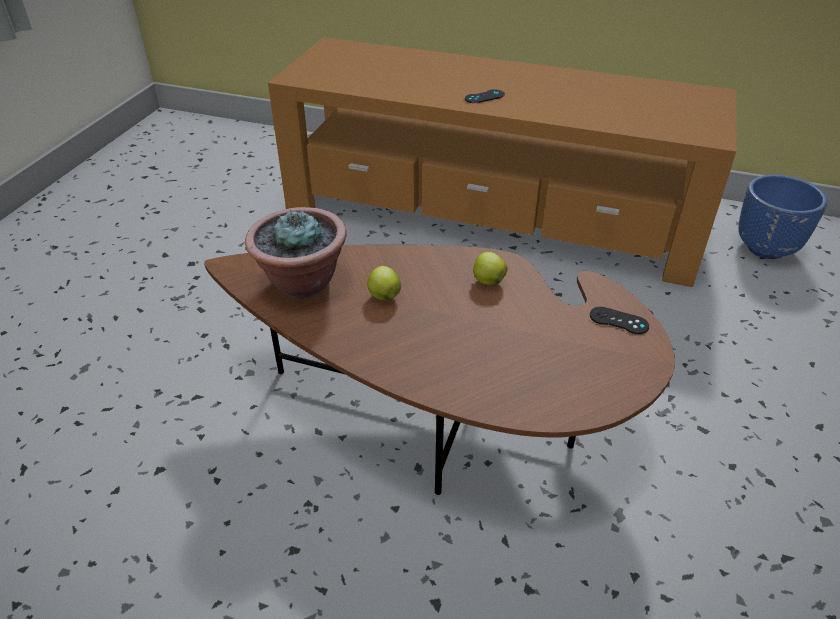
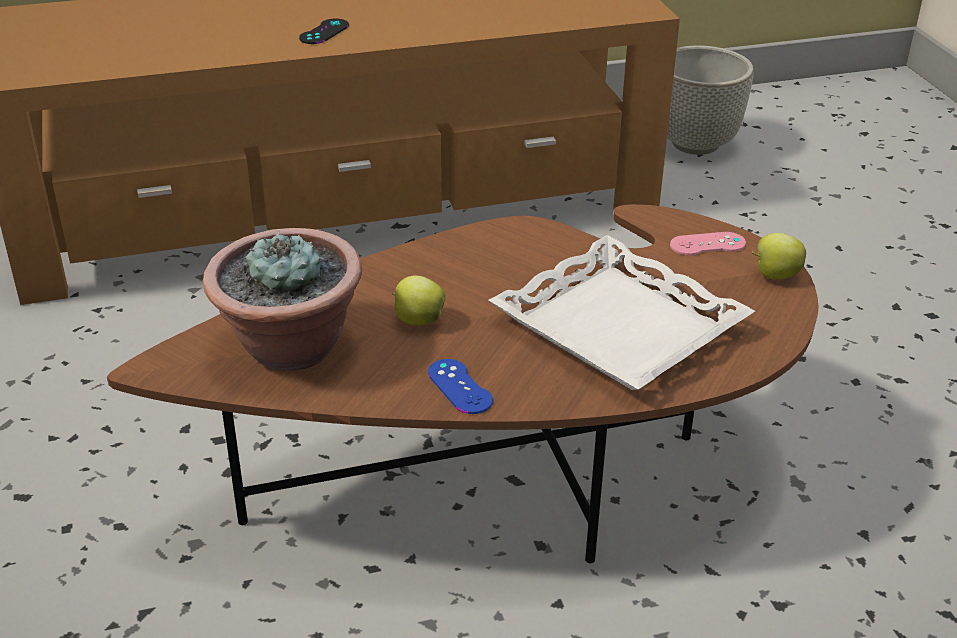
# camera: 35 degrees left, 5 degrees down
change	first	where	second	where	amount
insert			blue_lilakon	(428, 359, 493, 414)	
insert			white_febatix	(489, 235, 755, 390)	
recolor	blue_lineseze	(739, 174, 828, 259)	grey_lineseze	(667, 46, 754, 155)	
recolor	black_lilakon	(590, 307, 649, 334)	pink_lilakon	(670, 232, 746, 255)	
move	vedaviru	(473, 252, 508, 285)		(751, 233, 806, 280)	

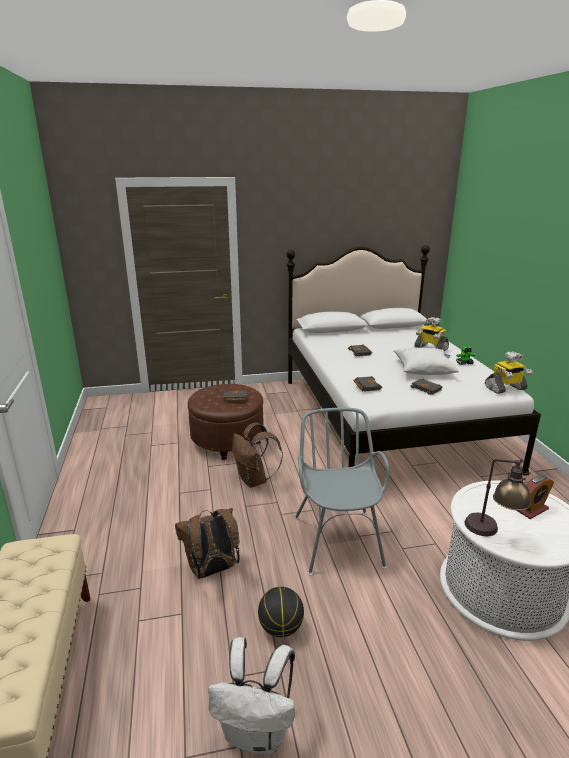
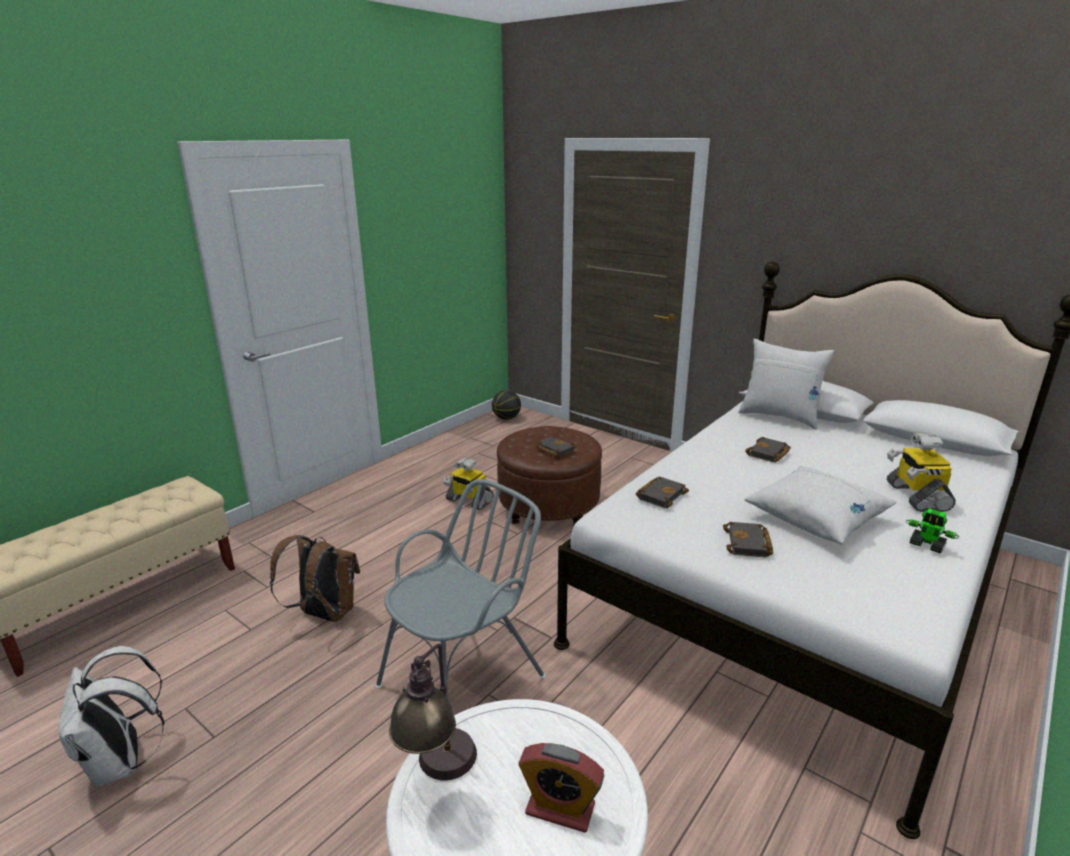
# camera: 50 degrees right, 0 degrees up
change	first	where	second	where	amount
move	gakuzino	(485, 351, 532, 394)		(443, 458, 494, 510)	
move	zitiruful	(258, 587, 304, 637)		(492, 390, 521, 420)	
insert			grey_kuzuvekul	(738, 339, 834, 429)	
delete	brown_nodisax	(232, 423, 283, 488)			

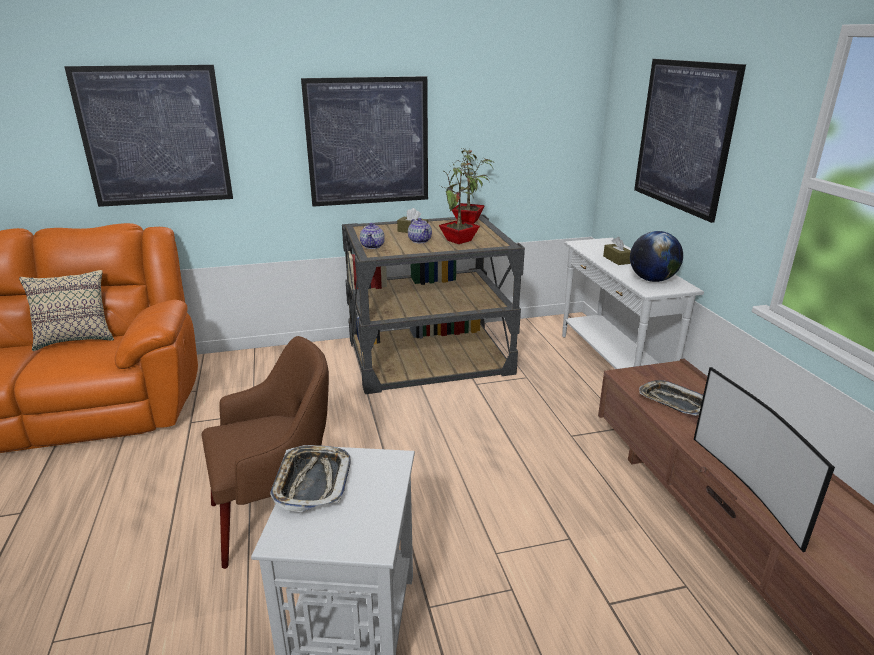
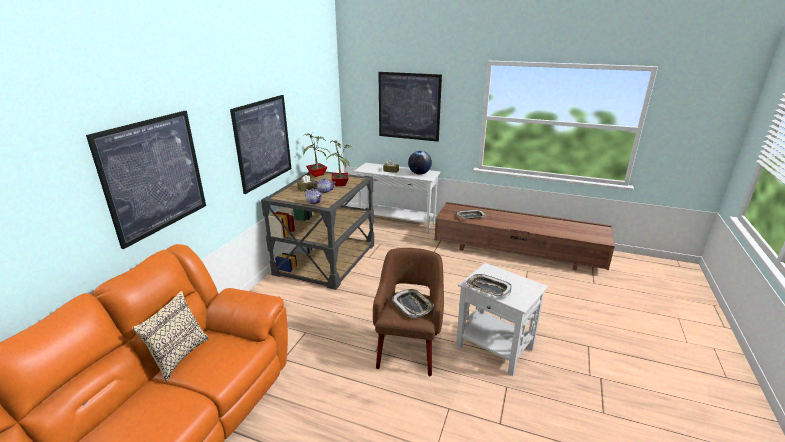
# camera: 55 degrees left, 0 degrees up
change	first	where	second	where	amount
insert			febatix	(392, 289, 434, 318)	
delete	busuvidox	(694, 367, 835, 552)			

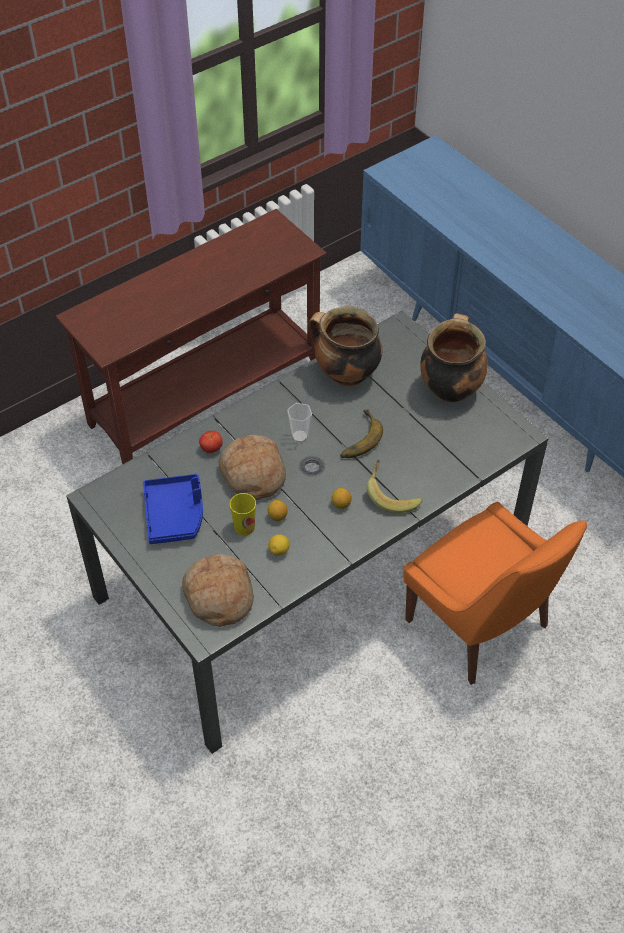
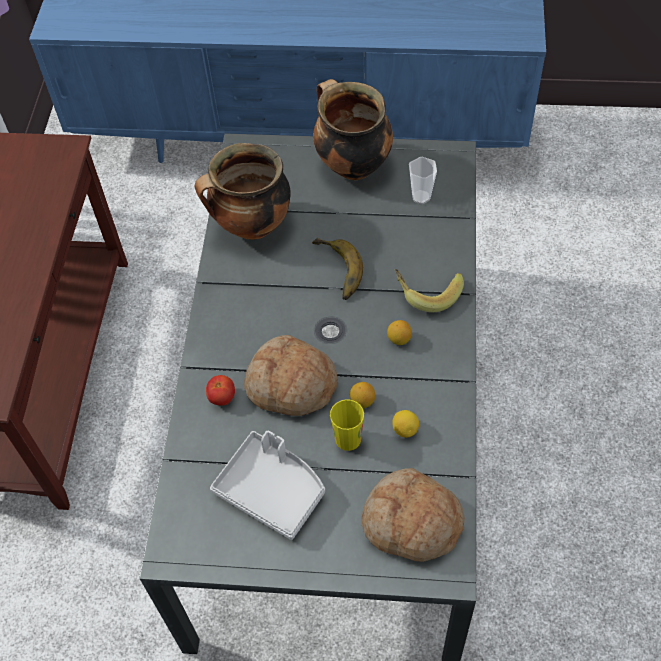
# camera: 45 degrees left, 5 degrees up
change	first	where	second	where	amount
recolor	blue_febatix	(143, 474, 203, 544)	grey_febatix	(210, 431, 325, 540)	
move	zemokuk	(287, 403, 312, 443)		(409, 157, 437, 204)	
delete	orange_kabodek	(403, 502, 587, 685)			

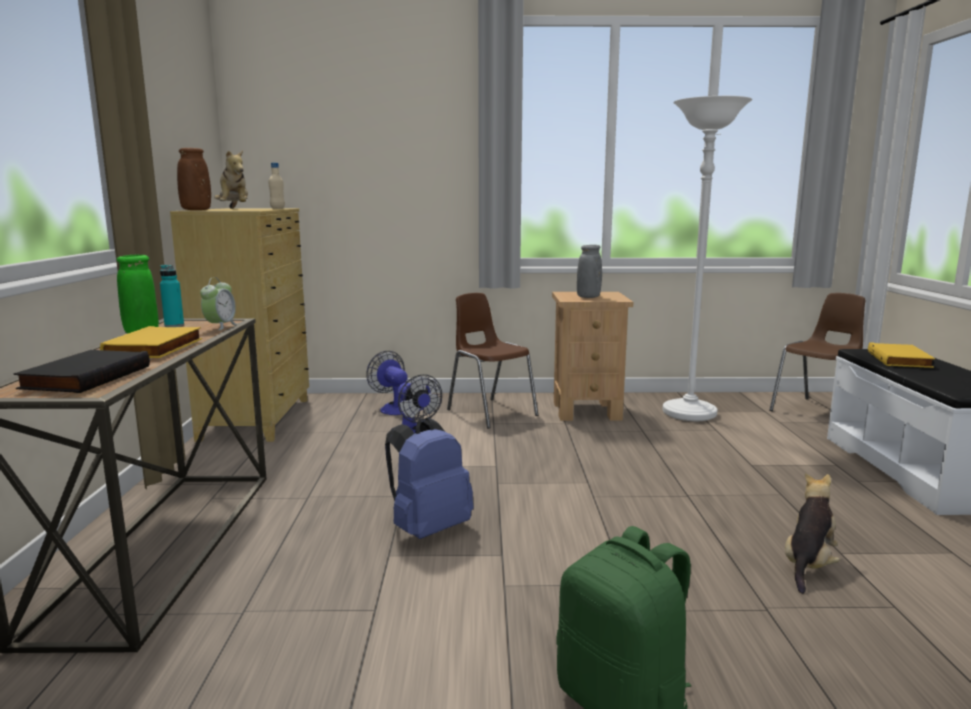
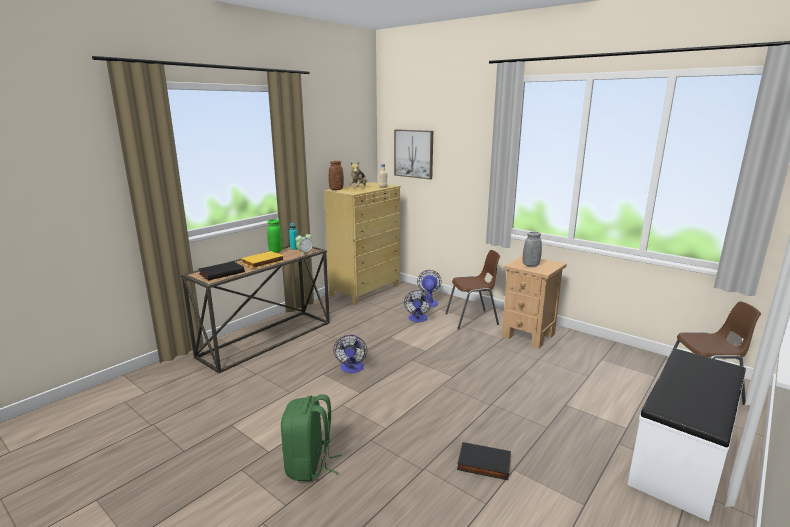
# camera: 40 degrees right, 5 degrees up
change	first	where	second	where	amount
replace	blue_nodisax	(385, 417, 473, 539)	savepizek	(333, 334, 367, 373)	
insert			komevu	(394, 129, 433, 179)	
rotate	brown_kabodek	(447, 293, 538, 429)		(445, 250, 500, 330)	75 degrees clockwise
replace	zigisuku	(785, 473, 840, 594)	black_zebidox	(457, 442, 511, 480)	
delete	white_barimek	(662, 96, 752, 421)			
delete	yellow_zebidox	(868, 342, 935, 368)			

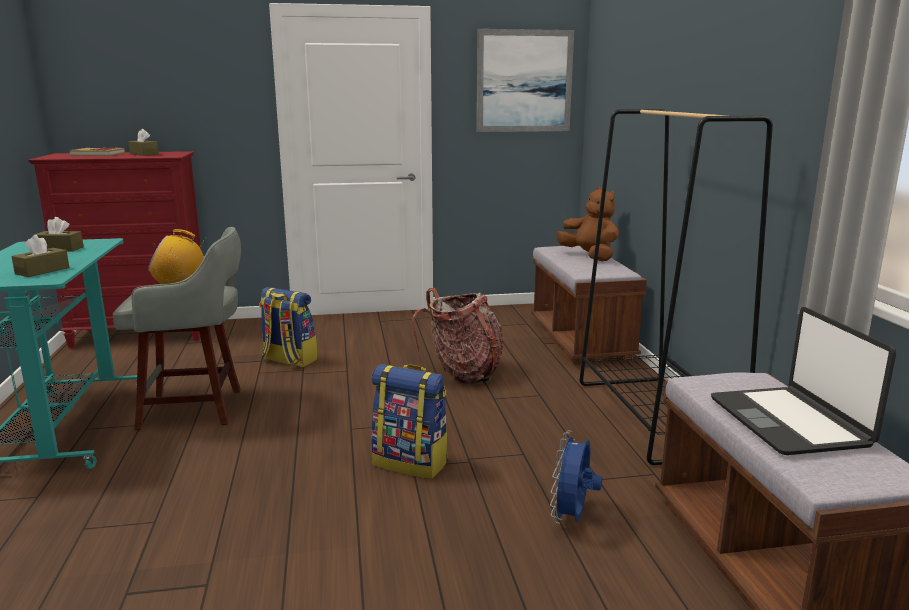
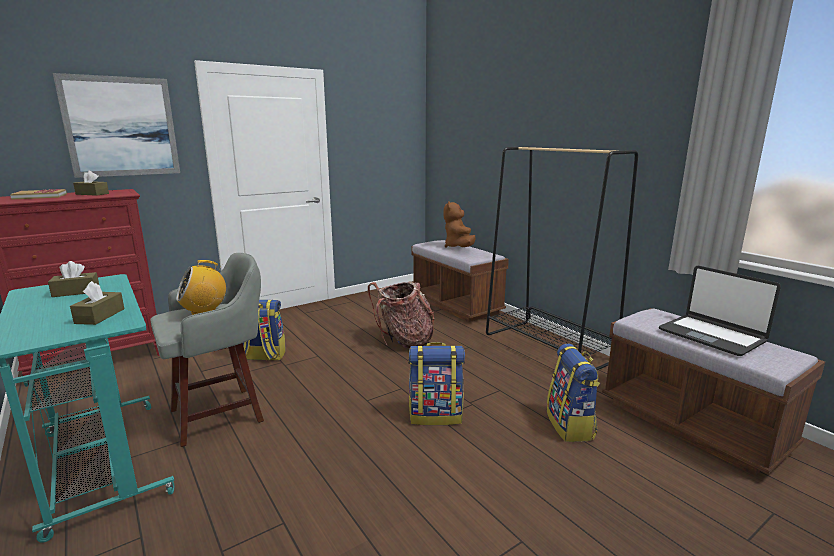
# camera: 25 degrees left, 0 degrees up
change	first	where	second	where	amount
move	komevu	(477, 29, 574, 132)		(53, 73, 180, 178)	
rotate	brown_zigisuku	(556, 187, 619, 261)		(444, 201, 476, 248)	120 degrees counterclockwise
replace	blue_savepizek	(550, 431, 602, 524)	nodisax	(547, 344, 600, 442)	

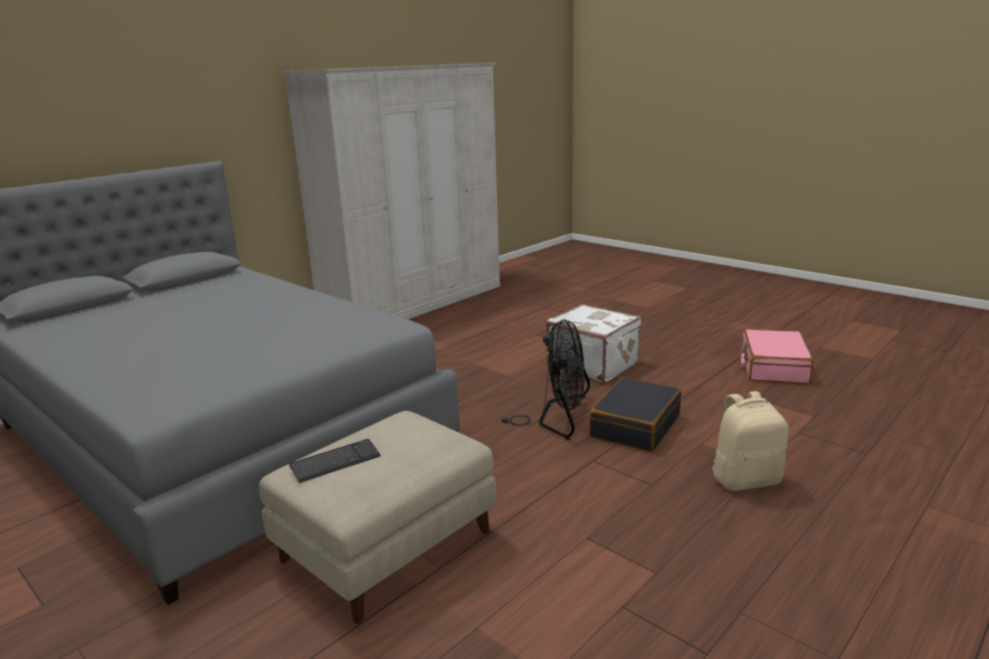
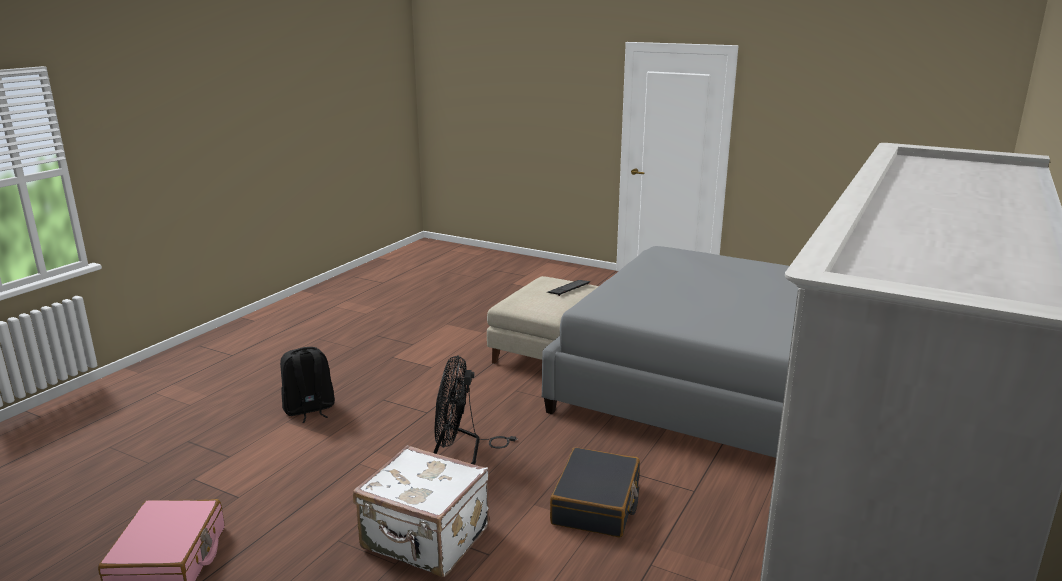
# camera: 165 degrees right, 0 degrees up
change	first	where	second	where	amount
recolor	beige_nodisax	(712, 391, 788, 491)	black_nodisax	(280, 347, 335, 423)	
move	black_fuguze	(589, 377, 681, 452)		(550, 447, 640, 538)	

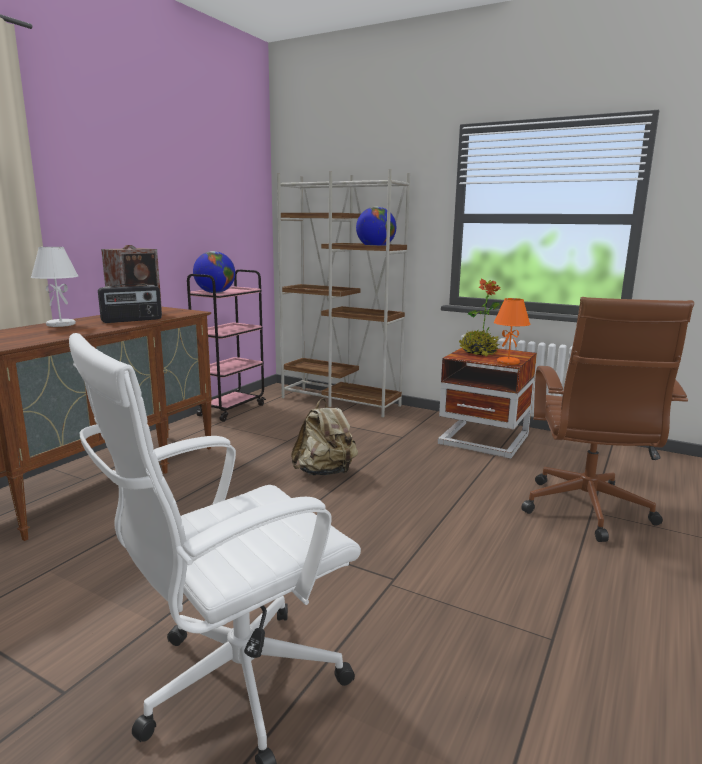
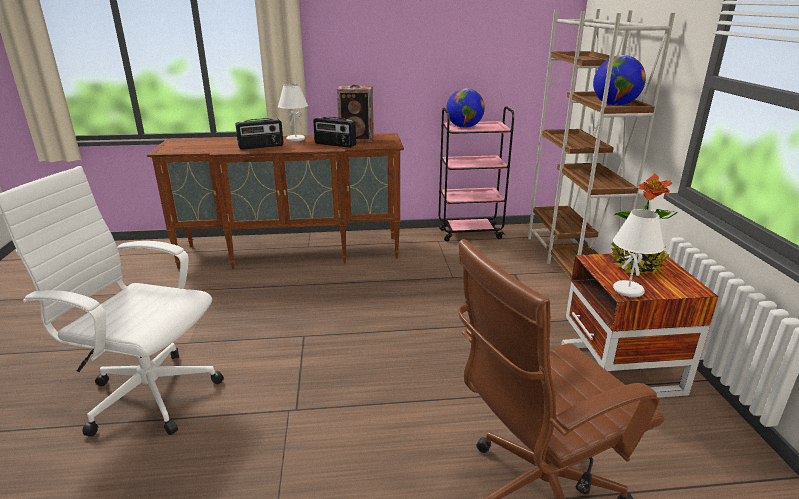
# camera: 55 degrees right, 10 degrees up
change	first	where	second	where	amount
insert			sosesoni	(236, 118, 284, 150)	
recolor	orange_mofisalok	(494, 298, 530, 365)	white_mofisalok	(613, 209, 665, 297)	
delete	beige_nodisax	(291, 398, 358, 476)			

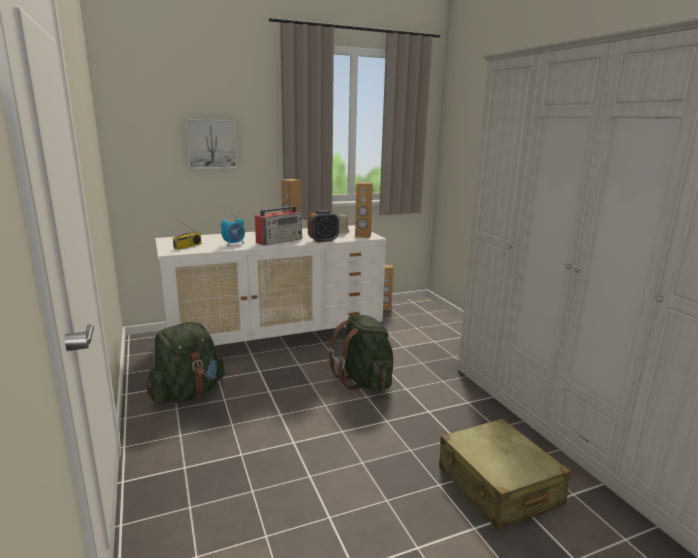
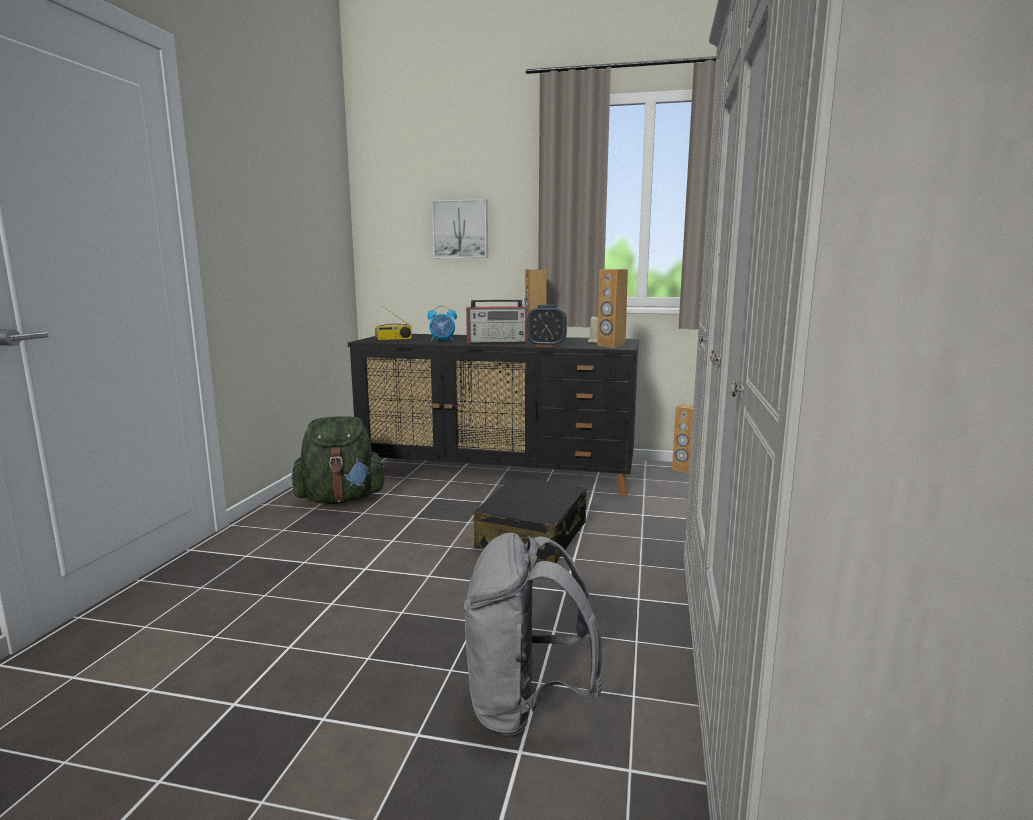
# camera: 35 degrees right, 5 degrees down
change	first	where	second	where	amount
recolor	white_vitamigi	(155, 225, 387, 346)	black_vitamigi	(348, 334, 639, 497)	
replace	beige_fuguze	(439, 419, 571, 530)	grey_nodisax	(464, 533, 602, 738)	
replace	green_nodisax	(329, 315, 393, 391)	black_fuguze	(474, 477, 587, 563)	

